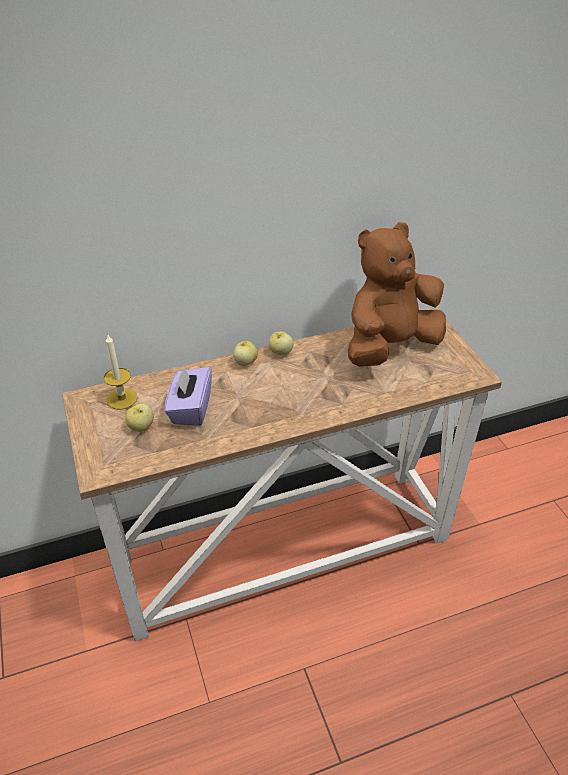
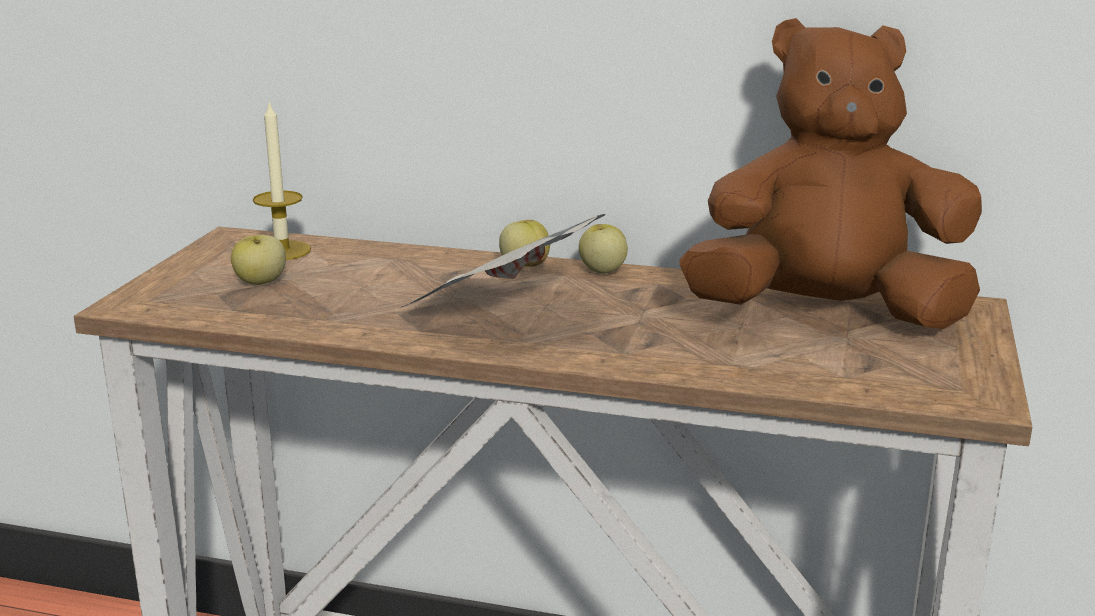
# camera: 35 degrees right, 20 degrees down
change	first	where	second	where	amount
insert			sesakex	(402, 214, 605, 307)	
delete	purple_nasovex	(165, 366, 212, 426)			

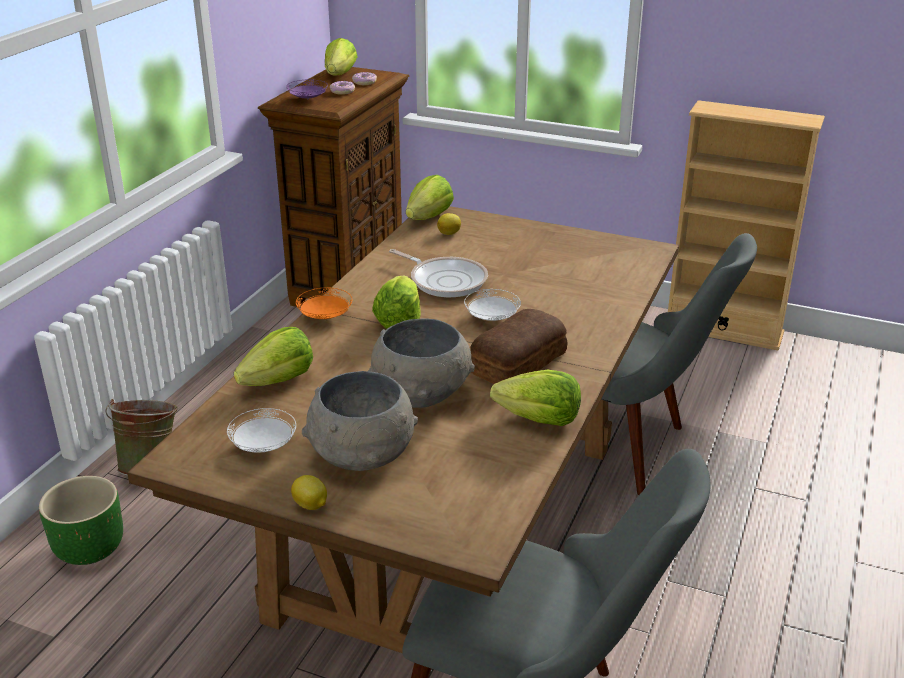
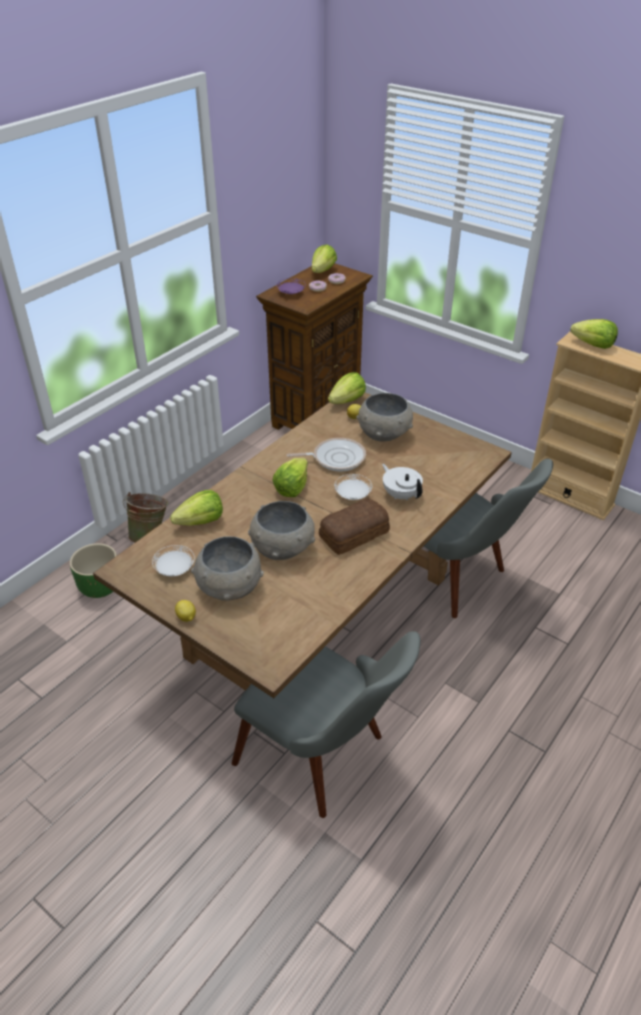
# camera: 15 degrees right, 10 degrees up
change	first	where	second	where	amount
rotate	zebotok	(389, 249, 488, 297)		(286, 438, 366, 472)	60 degrees counterclockwise
insert			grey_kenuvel	(357, 393, 413, 442)	
insert			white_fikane	(382, 464, 423, 500)	
move	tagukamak	(490, 370, 581, 426)		(570, 319, 618, 349)	
delete	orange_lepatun	(296, 287, 352, 319)			

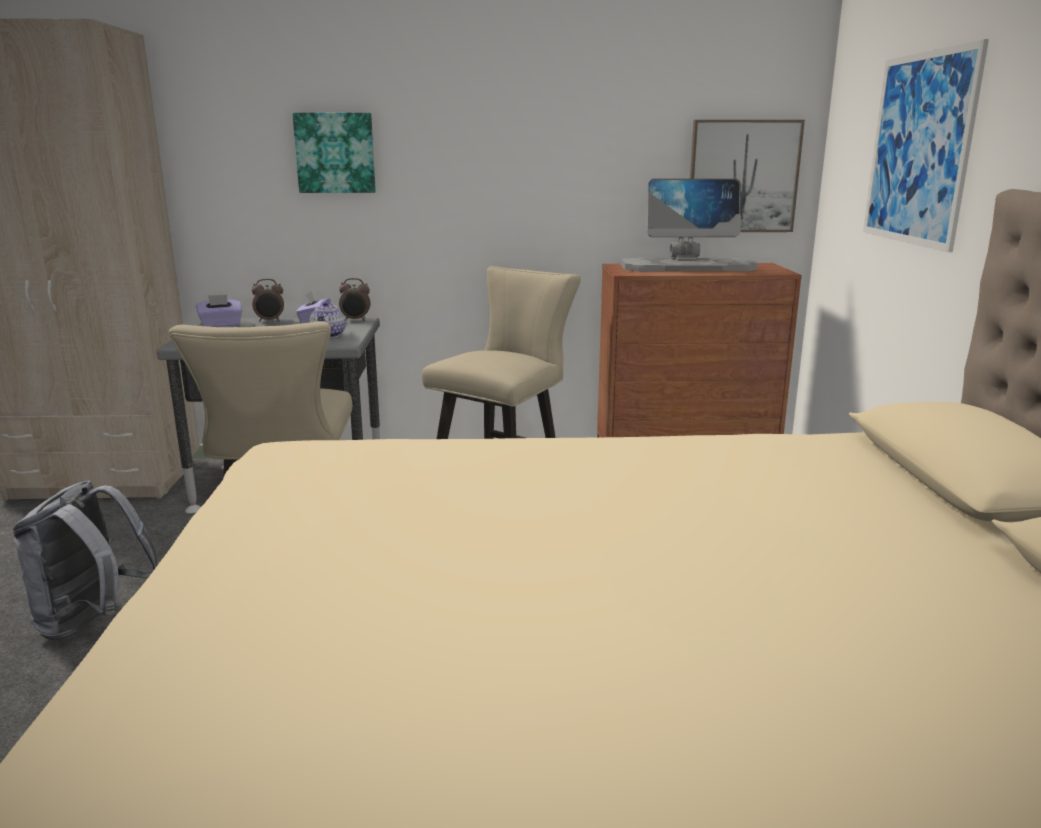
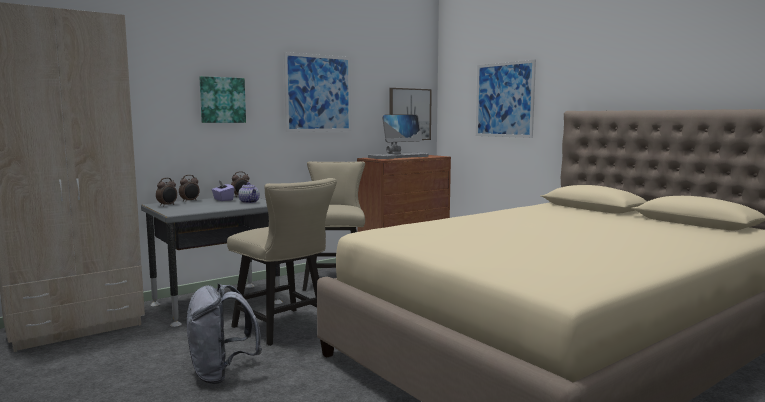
# camera: 35 degrees left, 10 degrees down
change	first	where	second	where	amount
replace	purple_nasovex	(196, 295, 242, 327)	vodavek	(156, 178, 177, 207)	
insert			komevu	(284, 52, 351, 132)	

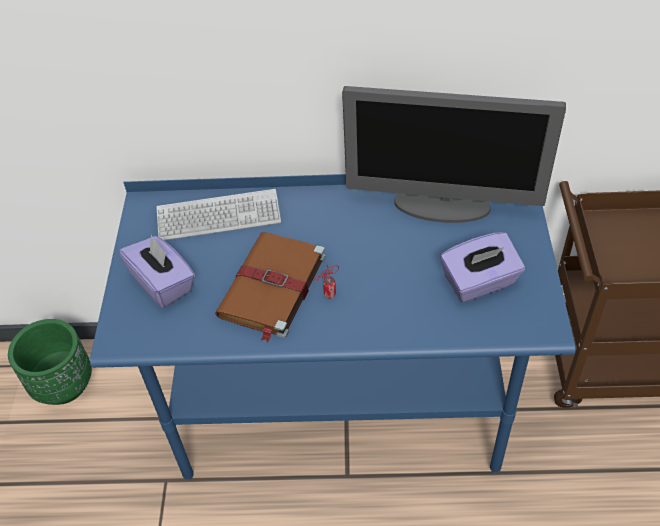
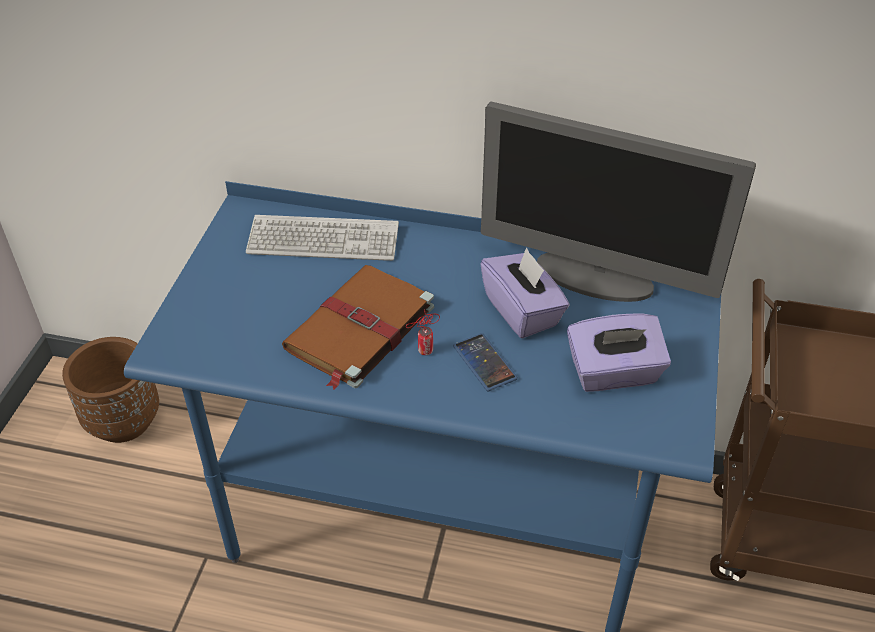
# camera: 10 degrees right, 5 degrees down
change	first	where	second	where	amount
recolor	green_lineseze	(8, 319, 92, 405)	brown_lineseze	(62, 337, 159, 443)	
insert			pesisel	(453, 333, 518, 391)	
move	purple_nasovex	(119, 235, 195, 308)		(480, 247, 569, 339)	

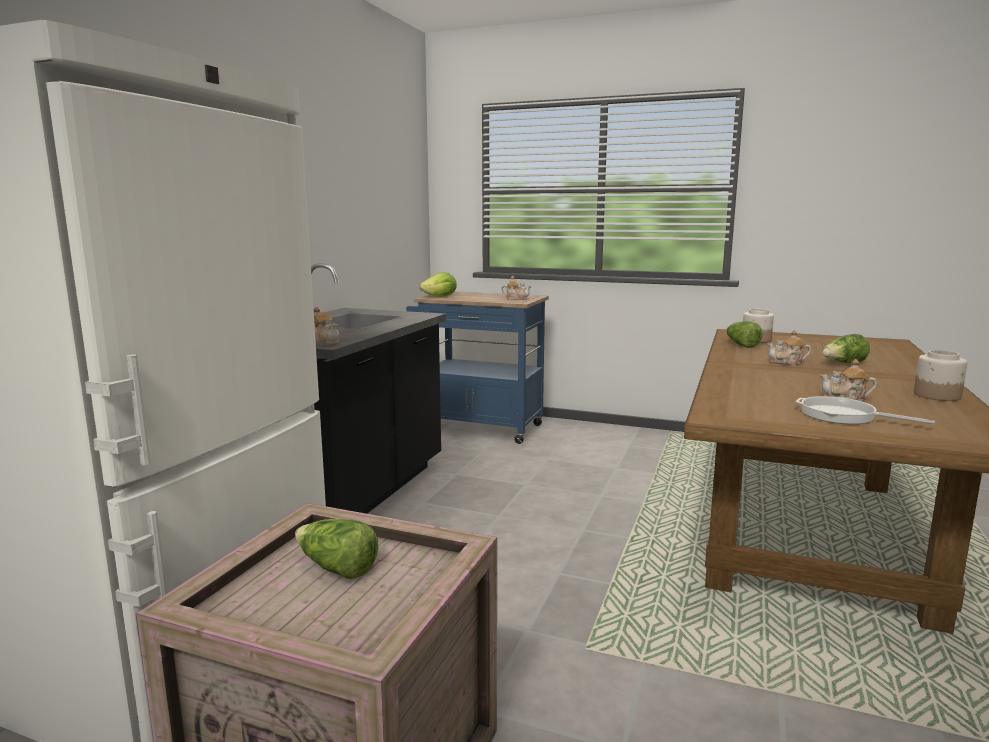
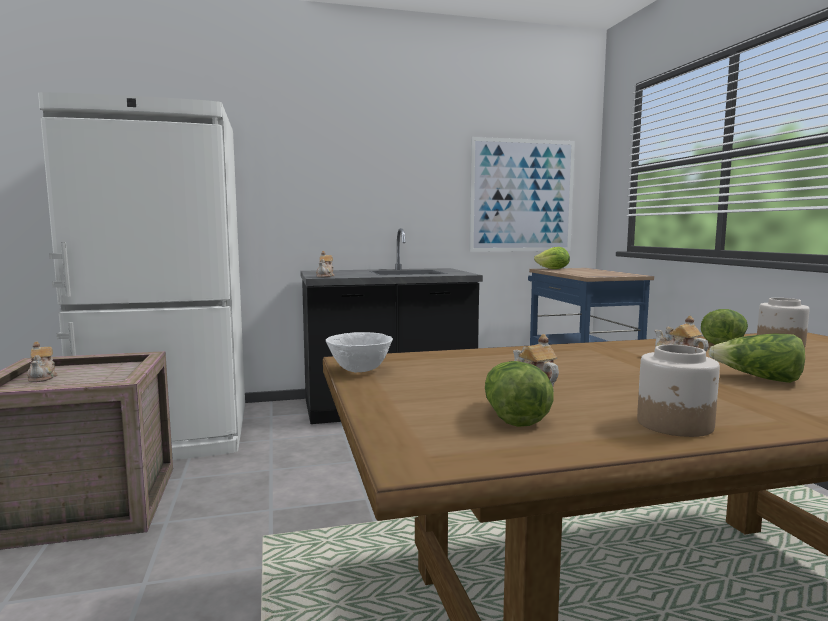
# camera: 55 degrees right, 5 degrees down
change	first	where	second	where	amount
move	fikane	(501, 276, 531, 300)		(27, 342, 58, 382)	
insert			white_kenuvel	(325, 332, 393, 373)	
insert			komevu	(470, 137, 575, 252)	
move	tagukamak	(295, 519, 379, 579)		(485, 361, 554, 427)	
delete	zebotok	(796, 396, 935, 424)			

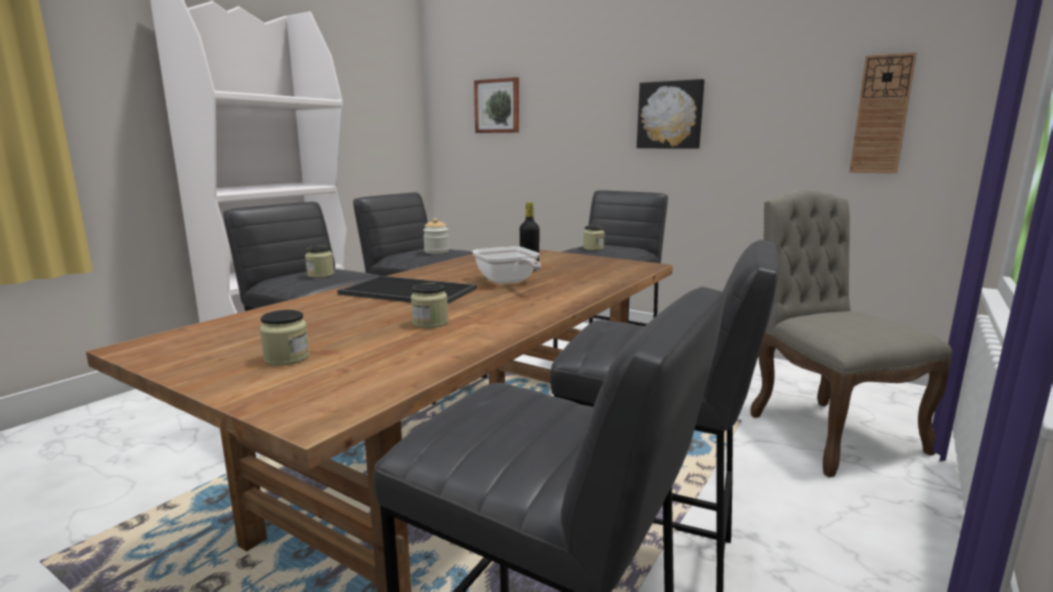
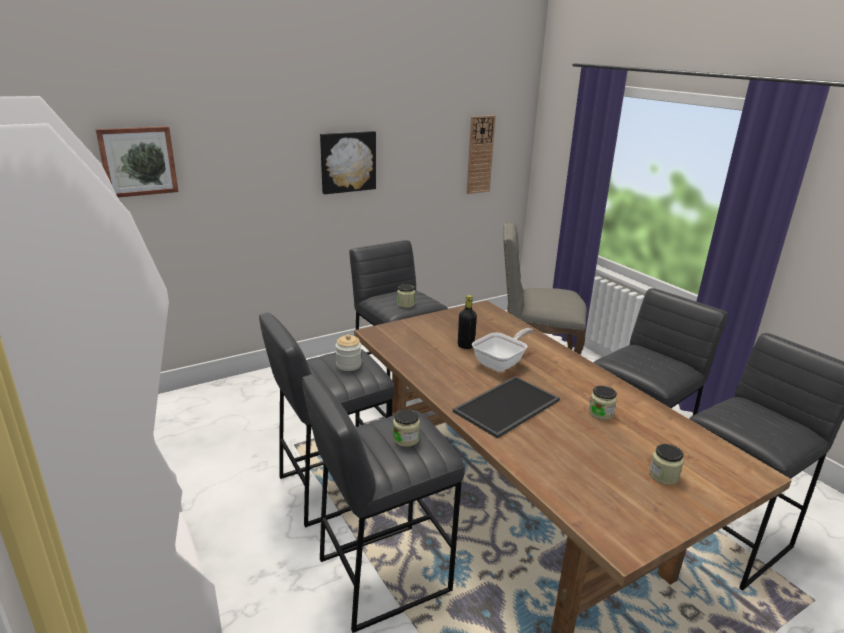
# camera: 65 degrees left, 10 degrees up
change	first	where	second	where	amount
rotate	zebotok	(472, 246, 541, 284)		(472, 328, 533, 372)	45 degrees counterclockwise

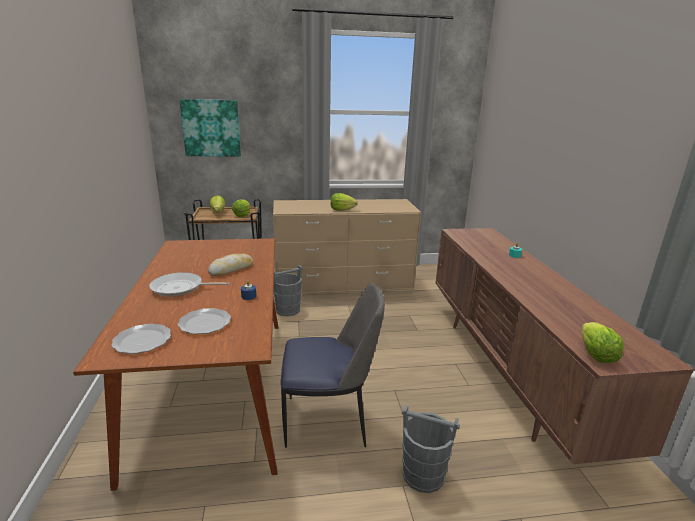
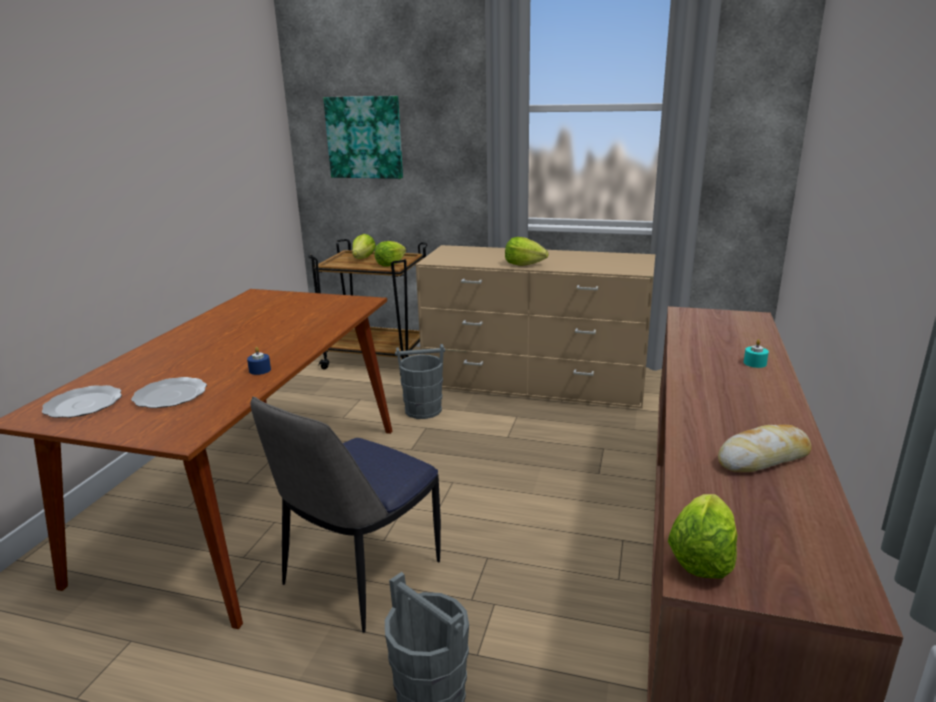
# camera: 25 degrees right, 0 degrees up
change	first	where	second	where	amount
rotate	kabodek	(280, 283, 385, 448)		(251, 397, 441, 633)	105 degrees clockwise
move	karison	(208, 253, 253, 276)		(718, 425, 812, 473)	
delete	zebotok	(149, 272, 230, 297)			

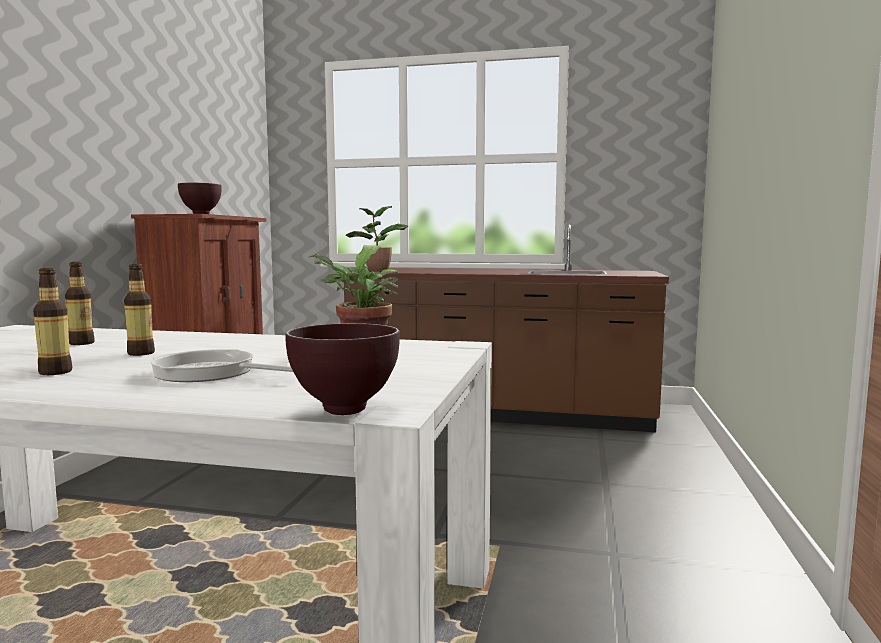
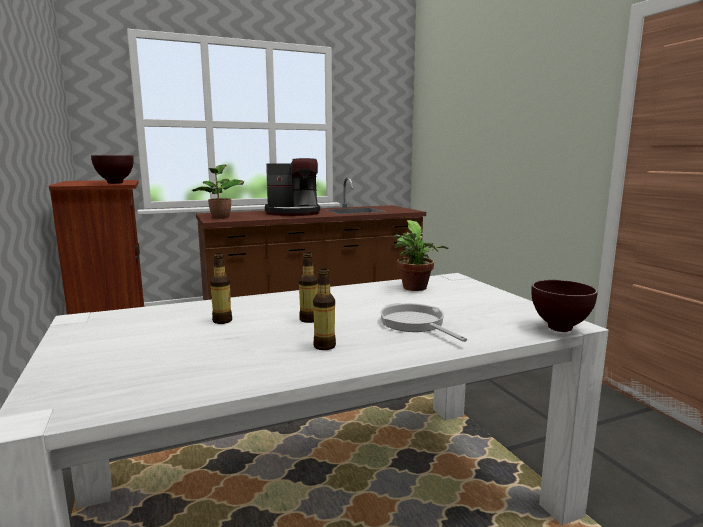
# camera: 35 degrees left, 5 degrees up
change	first	where	second	where	amount
insert			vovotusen	(265, 158, 320, 216)	
rotate	zebotok	(151, 349, 293, 382)		(380, 303, 467, 342)	75 degrees clockwise

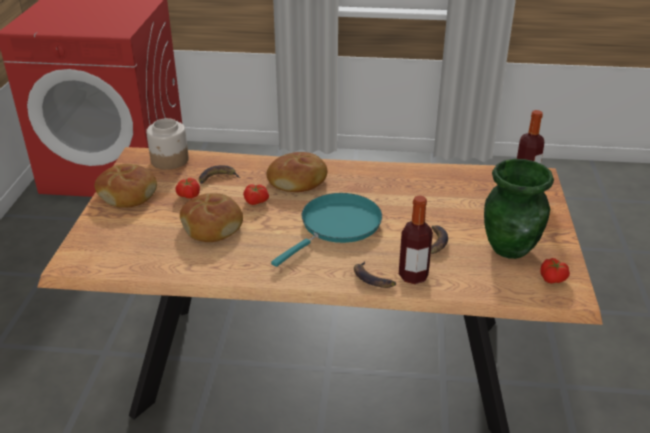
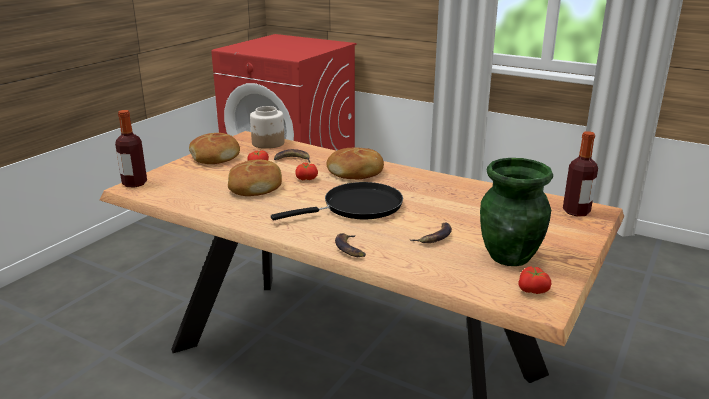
# camera: 25 degrees right, 10 degrees down
change	first	where	second	where	amount
move	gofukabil	(399, 195, 433, 284)		(115, 110, 147, 187)	
recolor	turquoise_zebotok	(271, 193, 382, 267)	black_zebotok	(271, 182, 403, 221)	

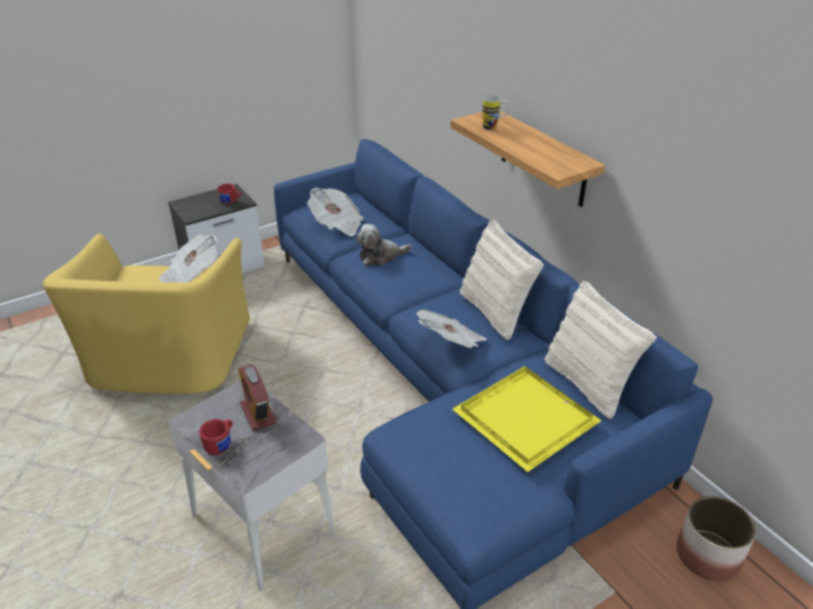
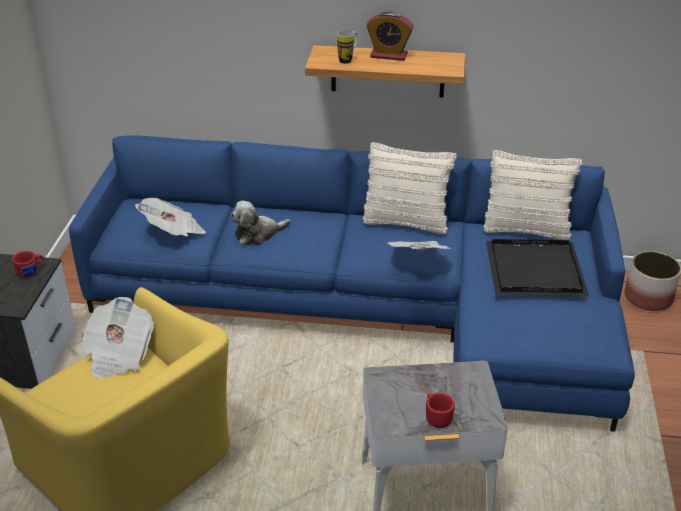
# camera: 50 degrees left, 0 degrees up
change	first	where	second	where	amount
rotate	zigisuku	(356, 224, 411, 266)		(230, 201, 291, 245)	45 degrees clockwise
move	vodavek	(238, 364, 276, 431)		(367, 12, 413, 61)	
recolor	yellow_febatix	(452, 366, 601, 472)	black_febatix	(486, 239, 589, 297)	

